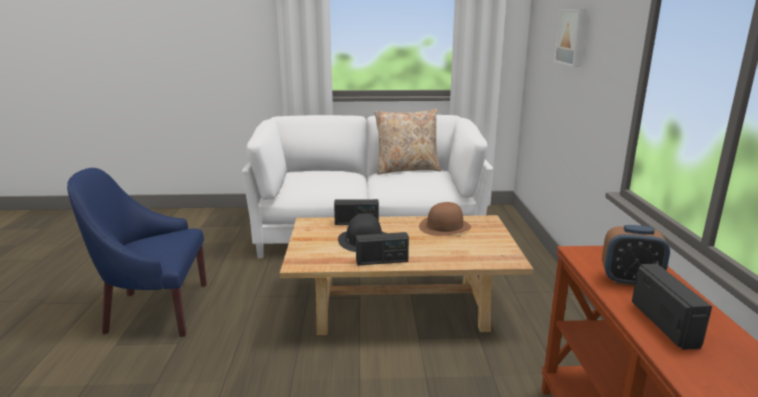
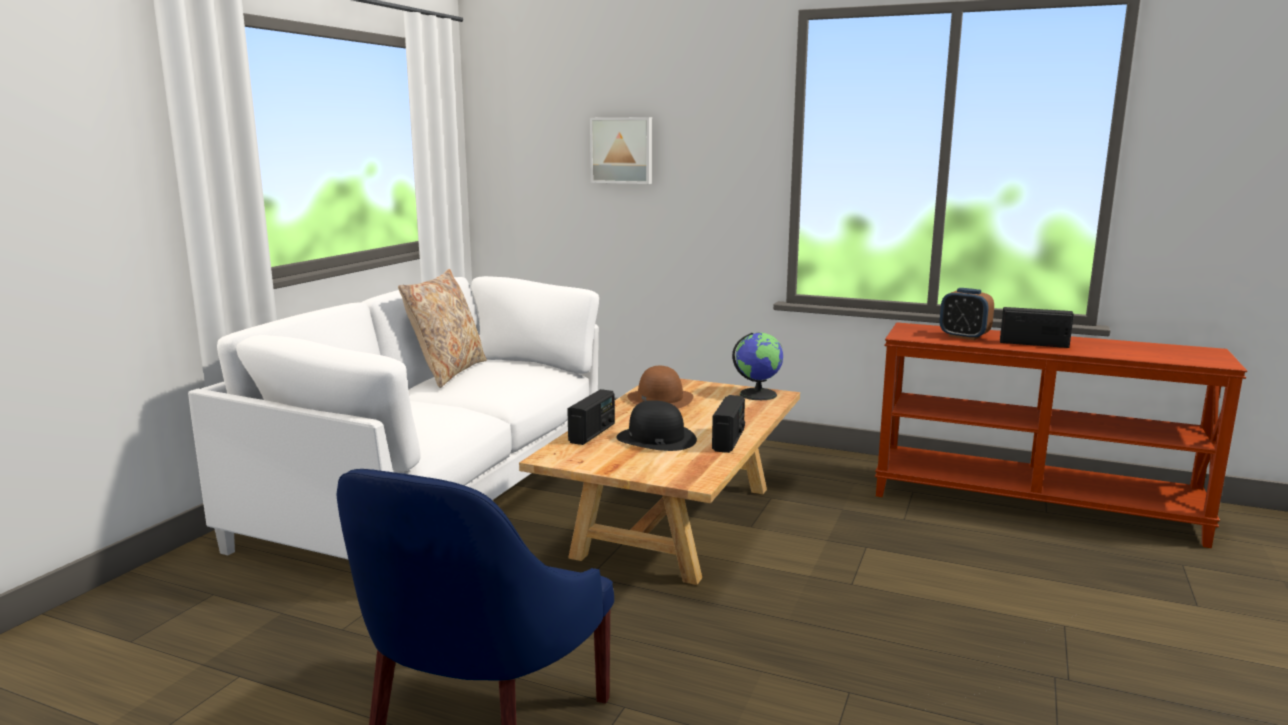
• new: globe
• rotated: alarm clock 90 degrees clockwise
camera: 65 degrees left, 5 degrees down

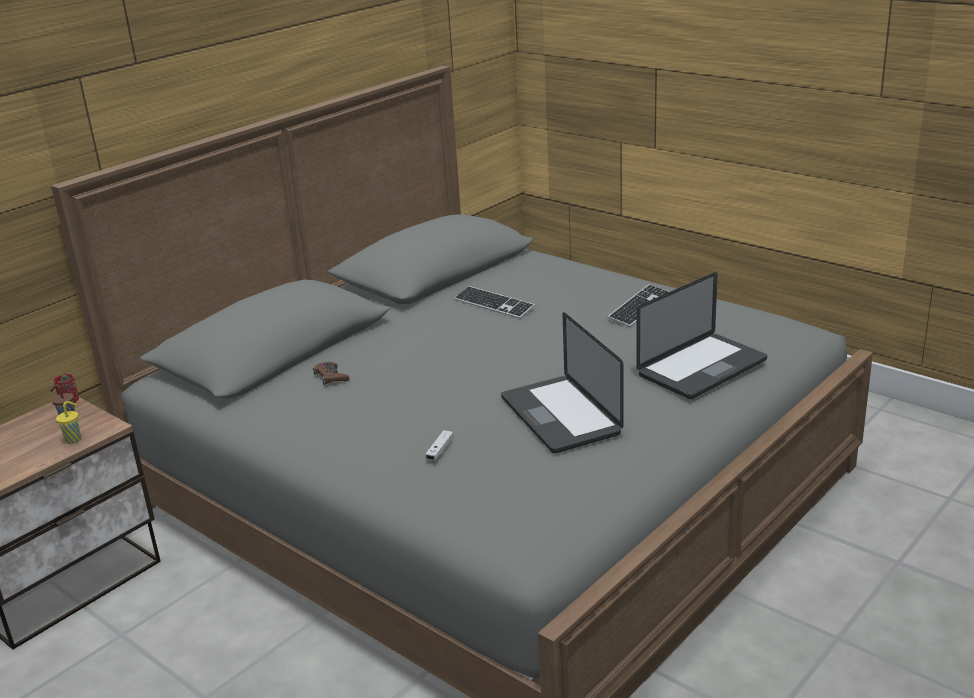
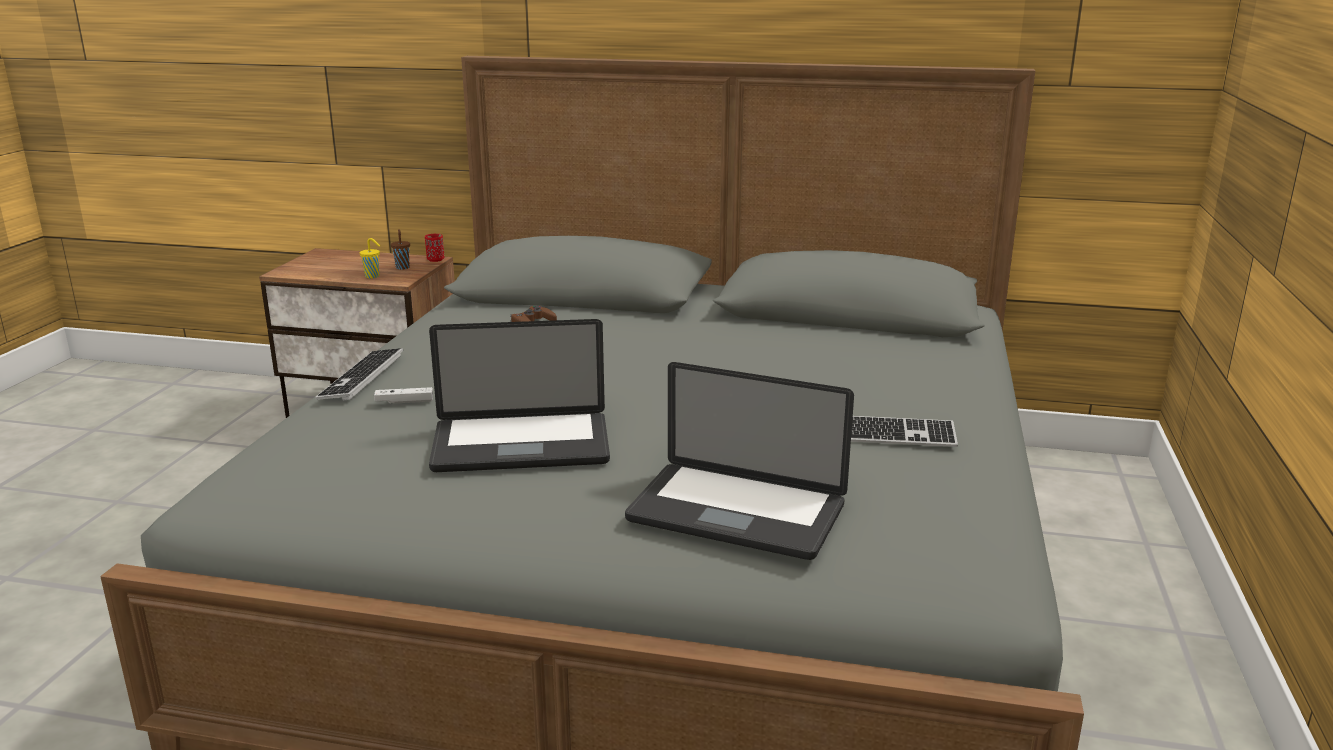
• shifted: keyboard (no. 1 from left)
• rotated: laptop (no. 1 from left) 135 degrees counterclockwise
camera: 60 degrees right, 5 degrees down

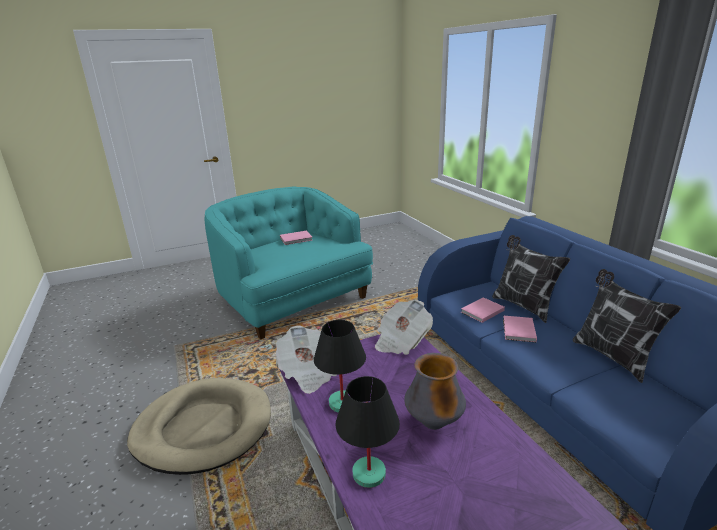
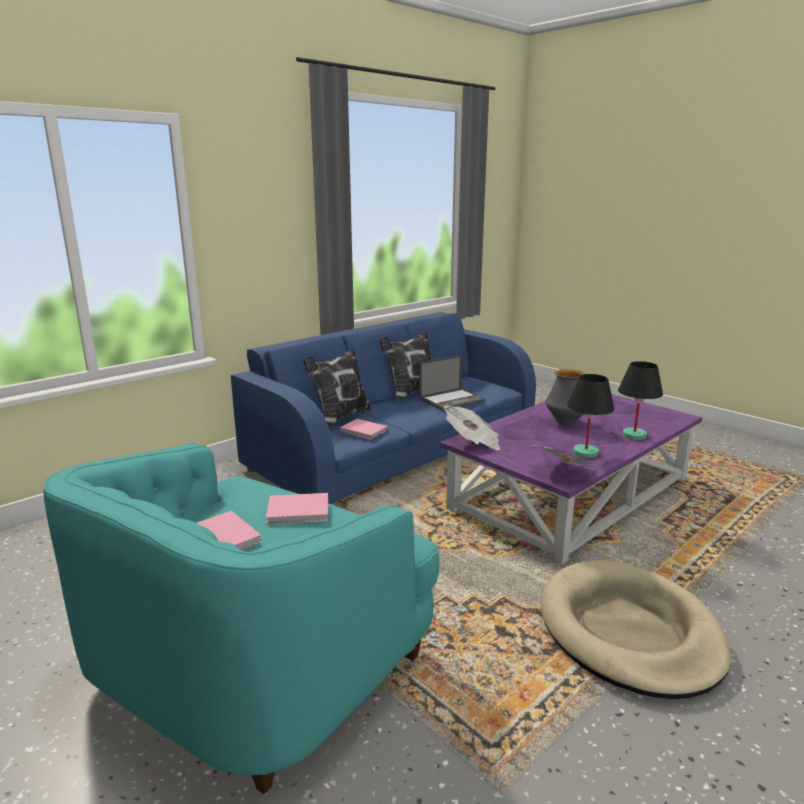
• new: laptop
• shifted: pink book (no. 3 from left in the first image) to pink book (no. 2 from left)
camera: 110 degrees left, 5 degrees down

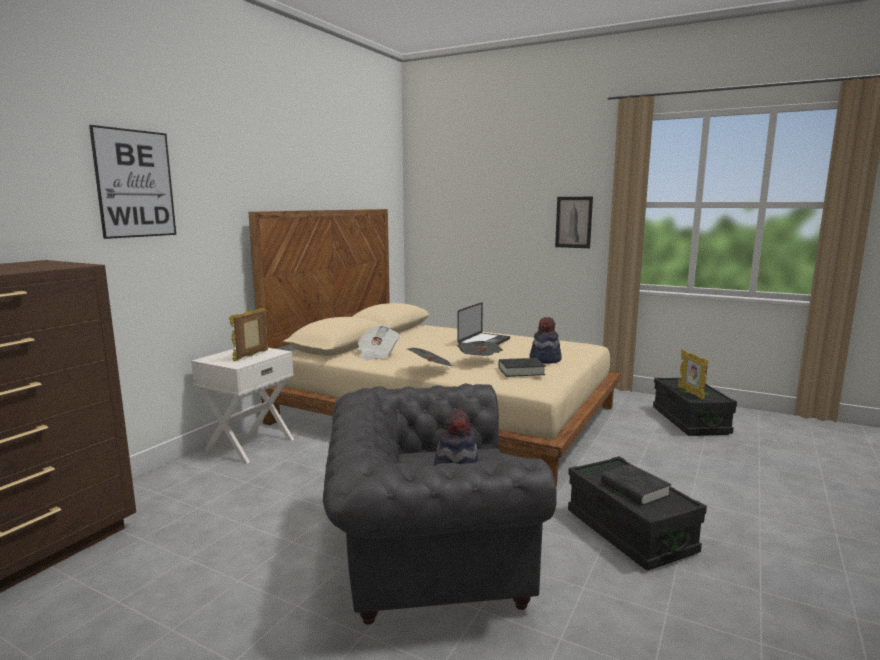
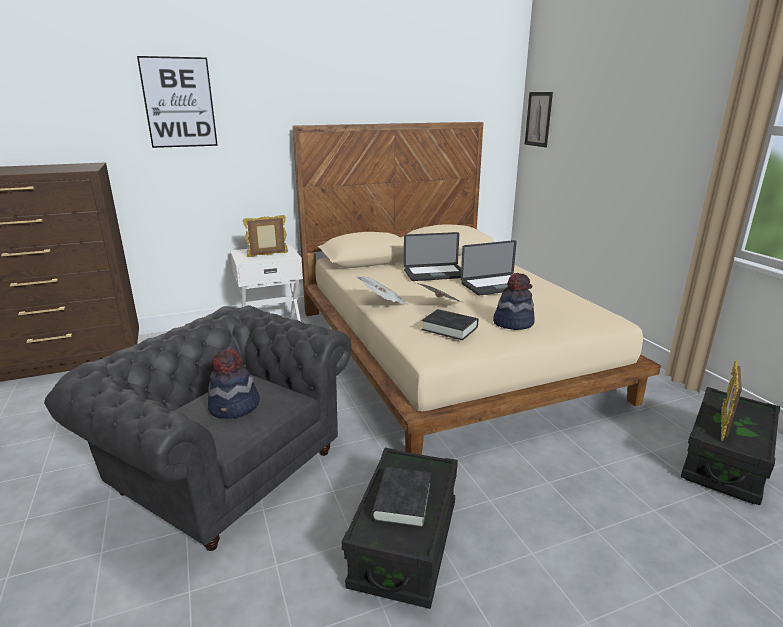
• gone: newspaper (no. 1 from left)
• new: laptop (no. 1 from left)
• shifted: picture (no. 2 from left)
camera: 40 degrees right, 10 degrees up

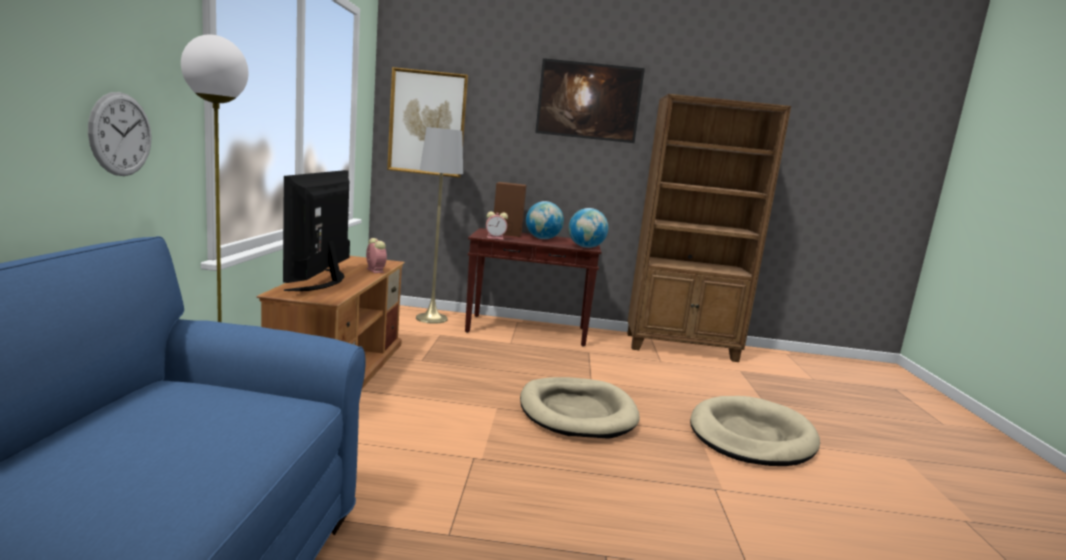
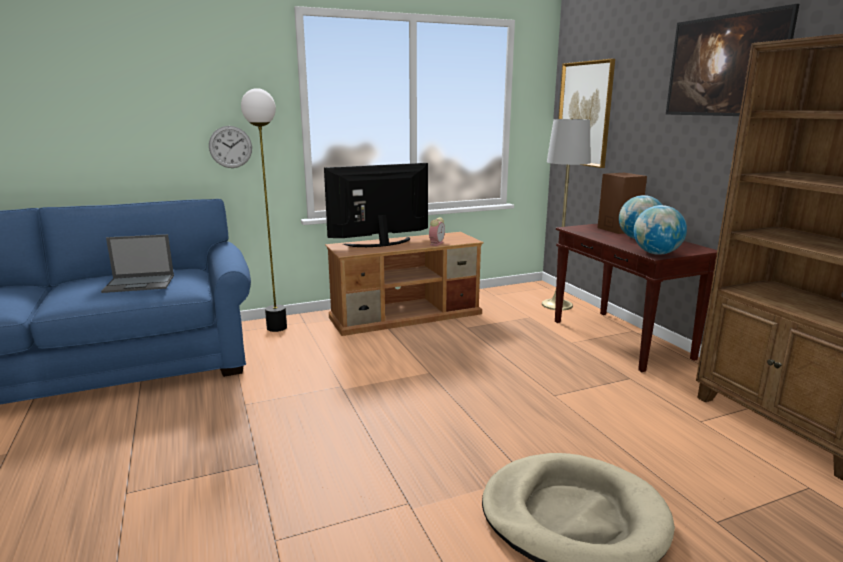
• gone: alarm clock (no. 2 from left)
• gone: beige dog bed (no. 1 from left)
• new: laptop
camera: 65 degrees right, 5 degrees up

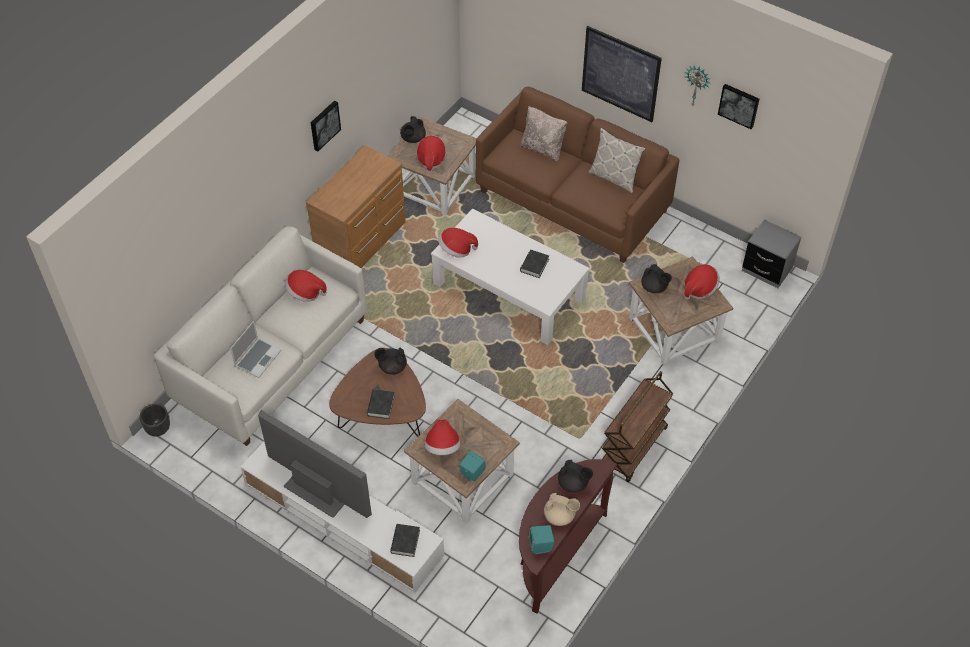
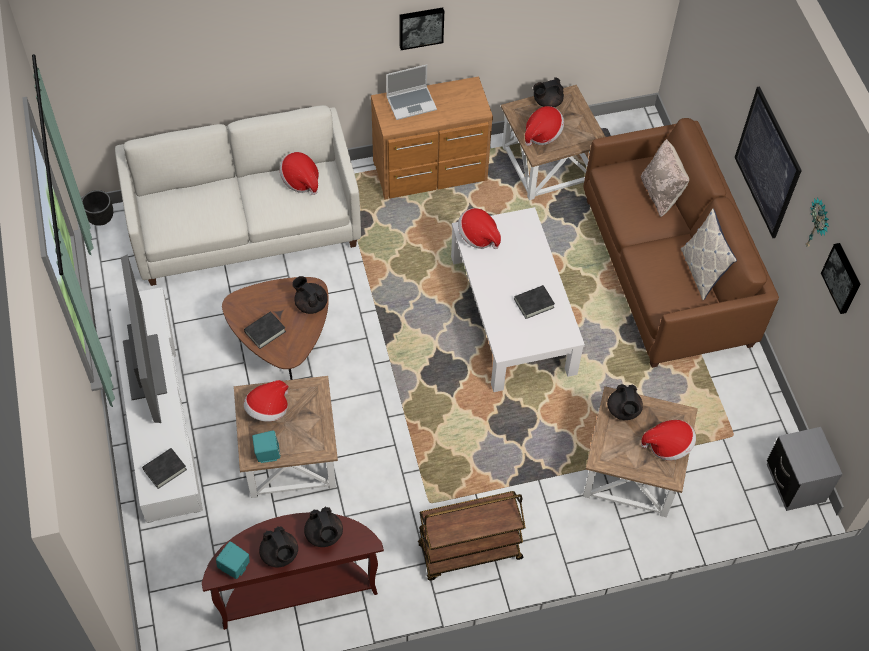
• shifted: laptop
• repainted: beige teapot to black teapot (no. 1 from left)
camera: 40 degrees right, 5 degrees up

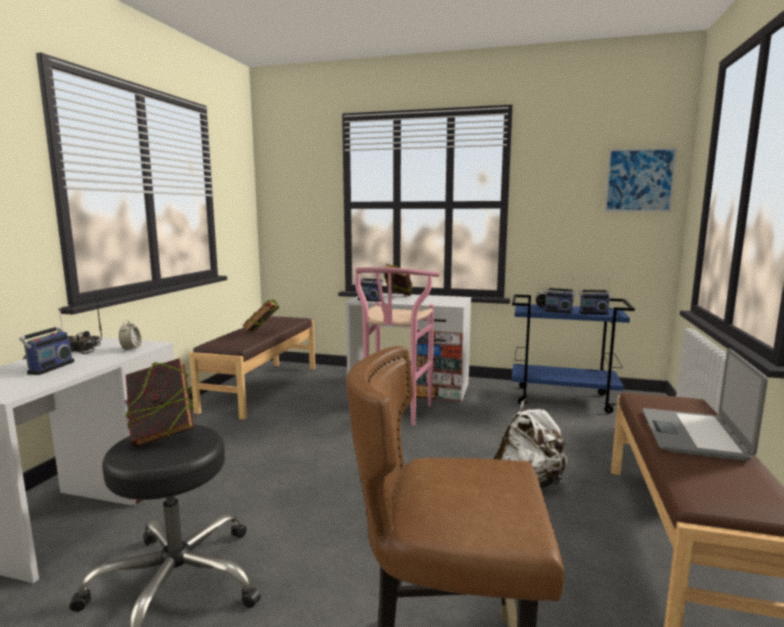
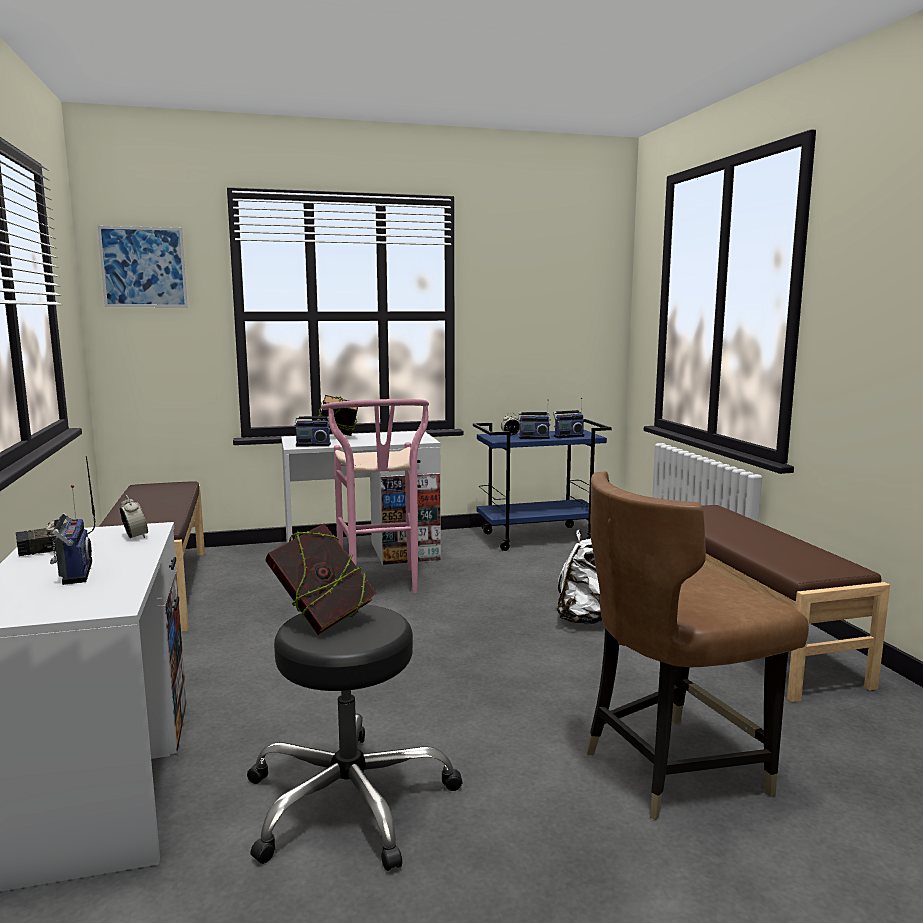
• gone: book (no. 2 from left)
• gone: laptop
• shifted: picture
camera: 30 degrees left, 0 degrees up

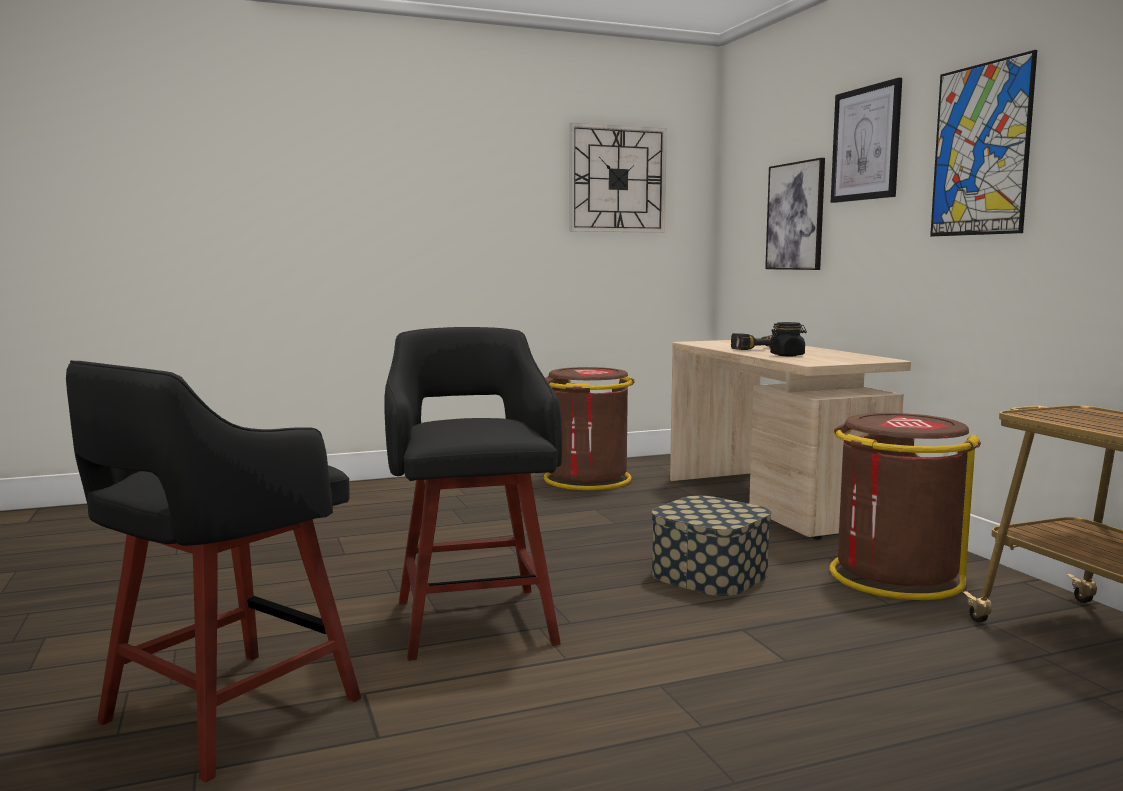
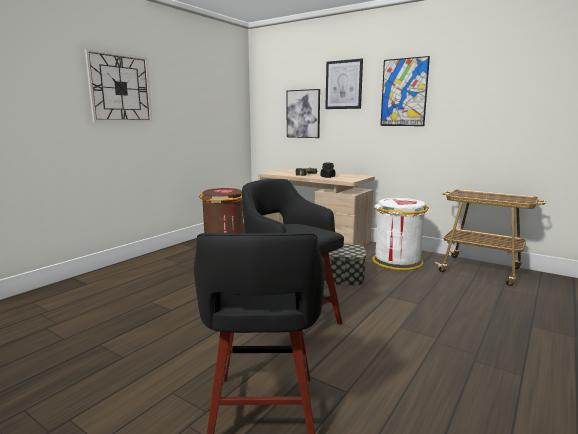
• shifted: wall clock
• repainted: brown trash can (no. 2 from left) to white trash can
camera: 35 degrees left, 5 degrees up

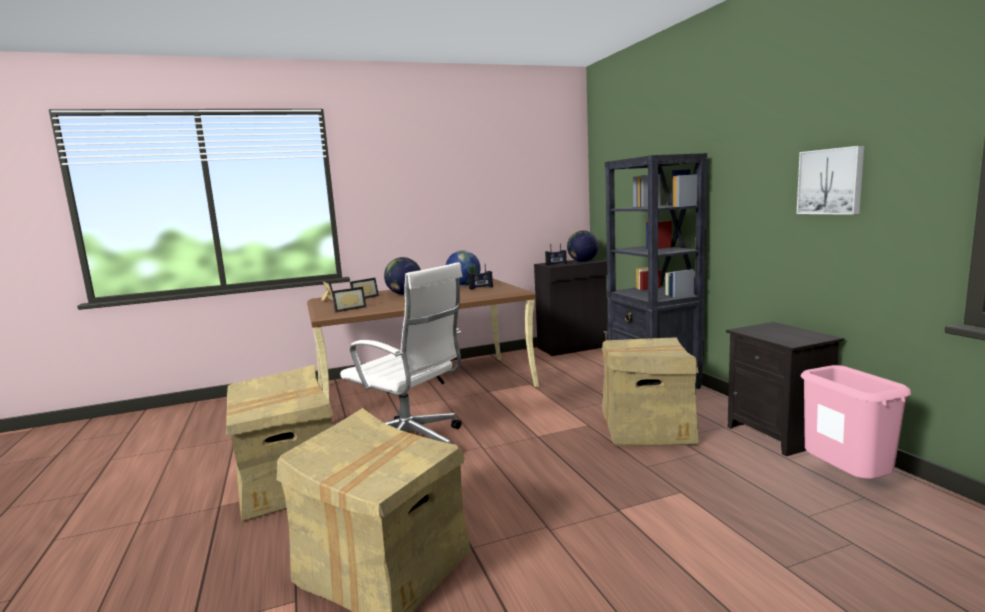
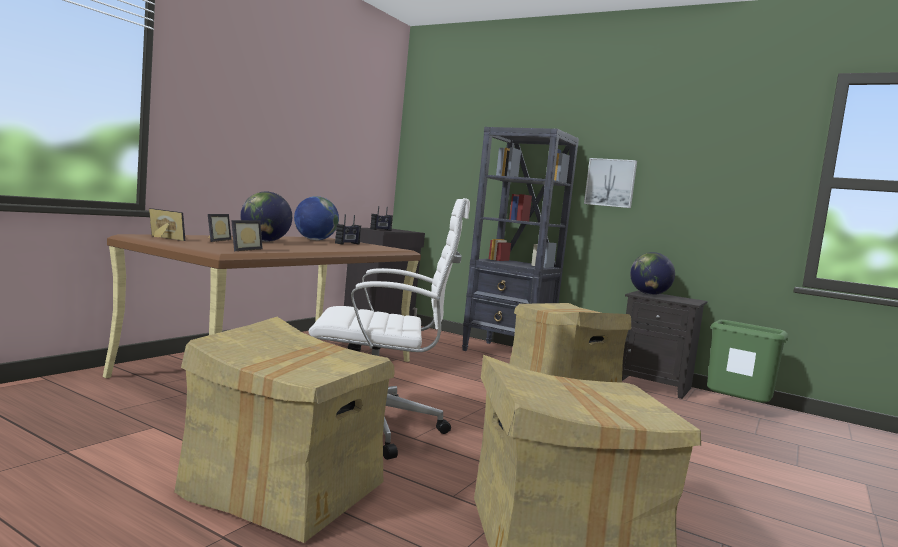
• shifted: globe (no. 3 from left)
• shifted: picture
• repainted: pink trash can to green trash can
camera: 40 degrees left, 5 degrees down

